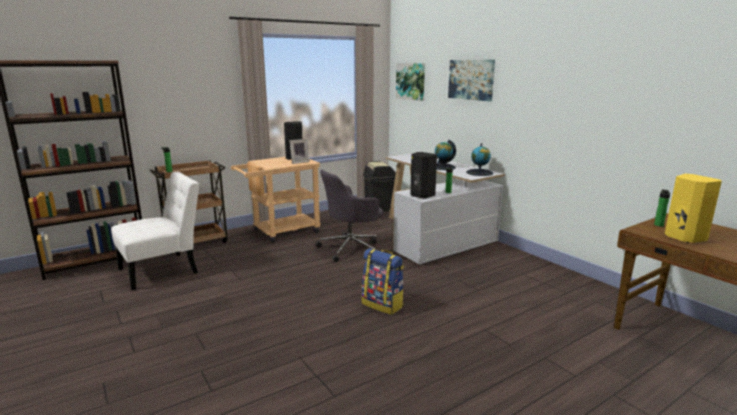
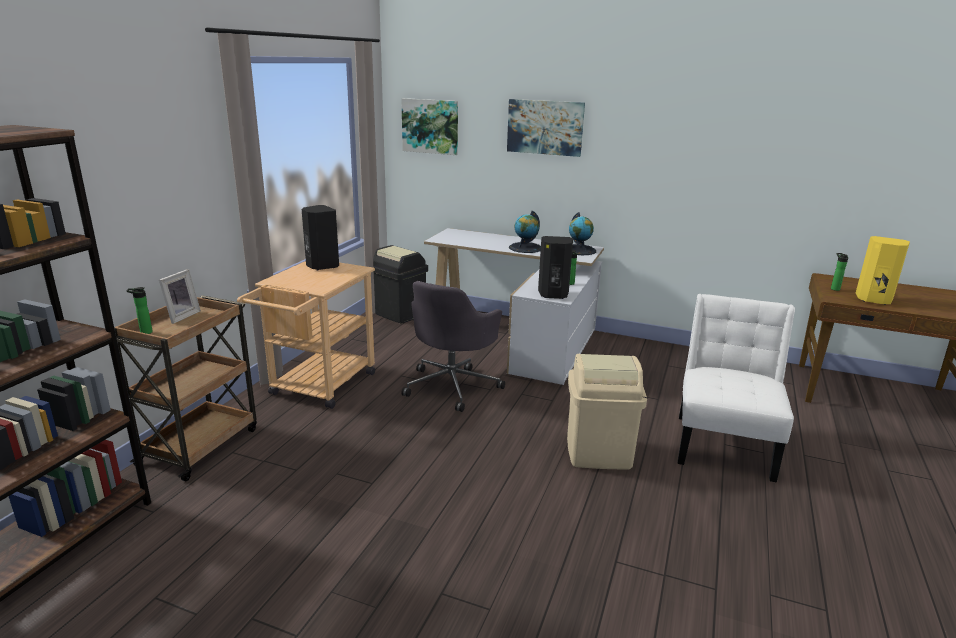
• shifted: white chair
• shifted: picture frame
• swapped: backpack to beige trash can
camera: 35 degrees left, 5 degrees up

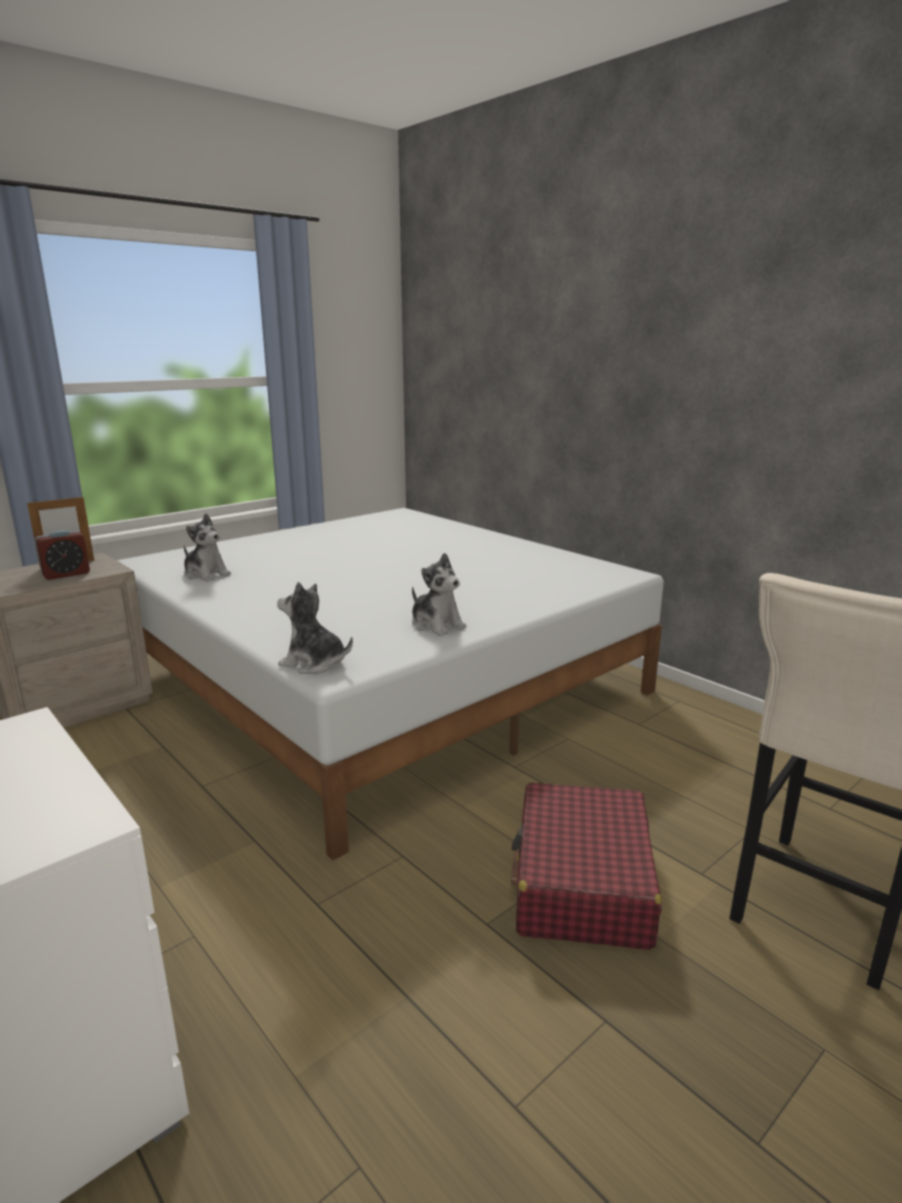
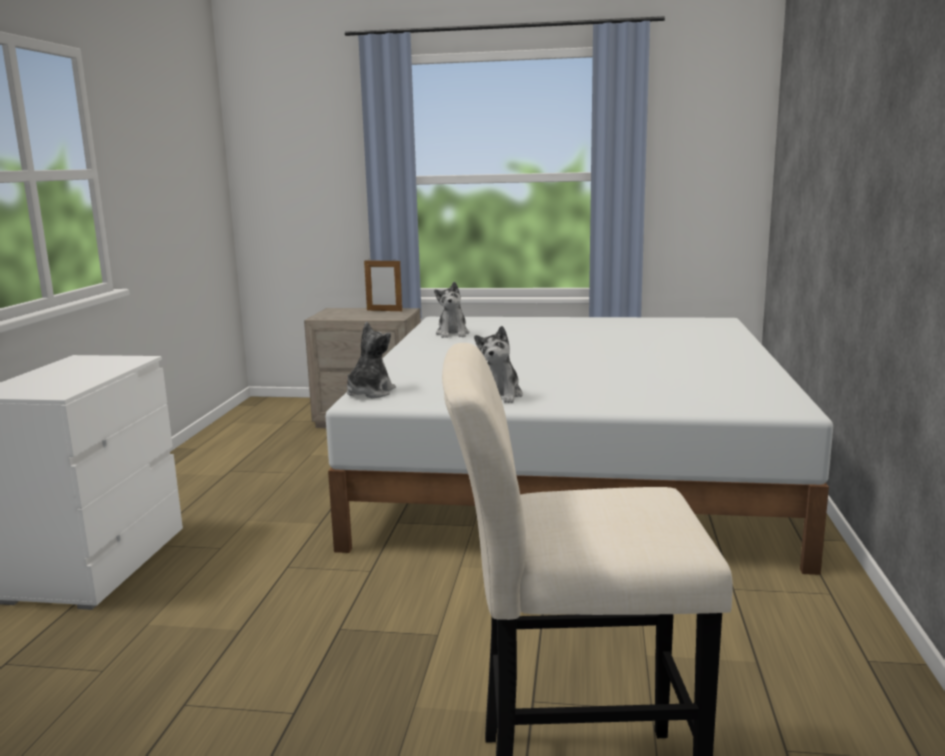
• gone: alarm clock
• gone: red suitcase
• rotated: plush toy (no. 2 from left in the first image) 45 degrees clockwise
camera: 50 degrees right, 5 degrees down

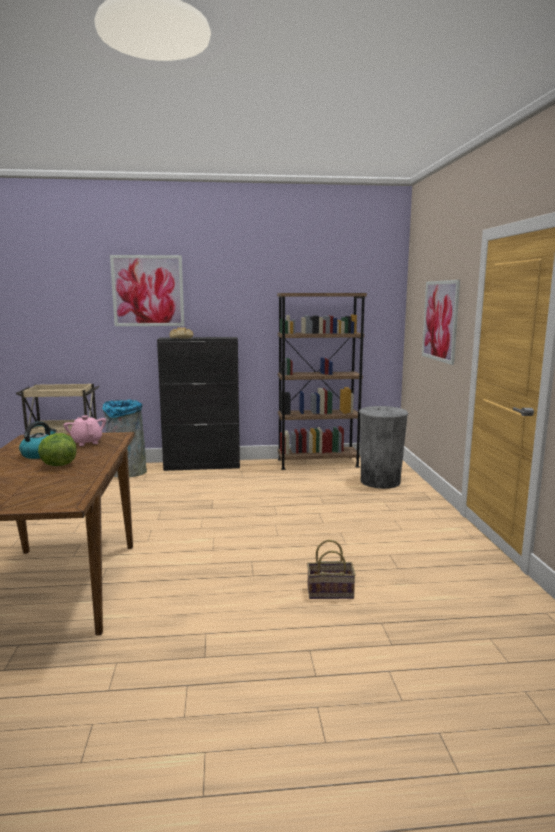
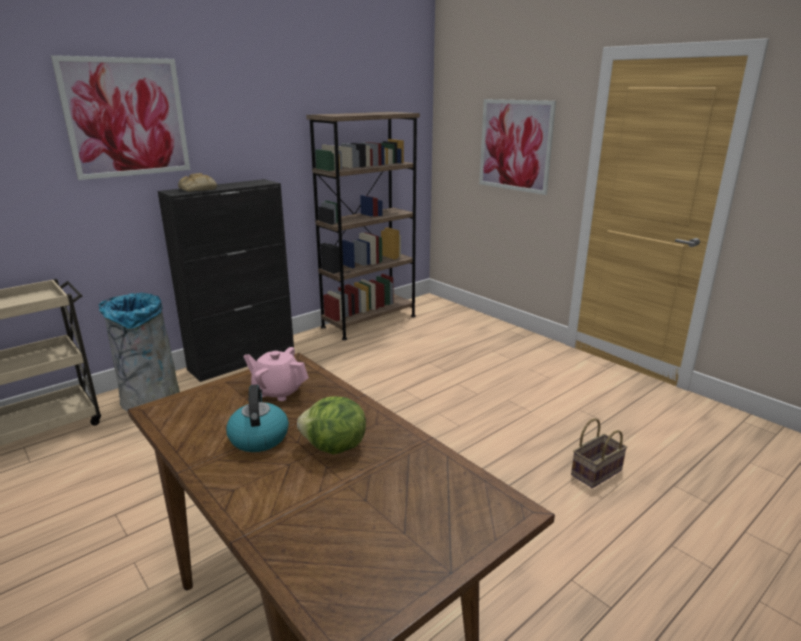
• gone: grey trash can (no. 2 from left)
camera: 35 degrees left, 10 degrees up

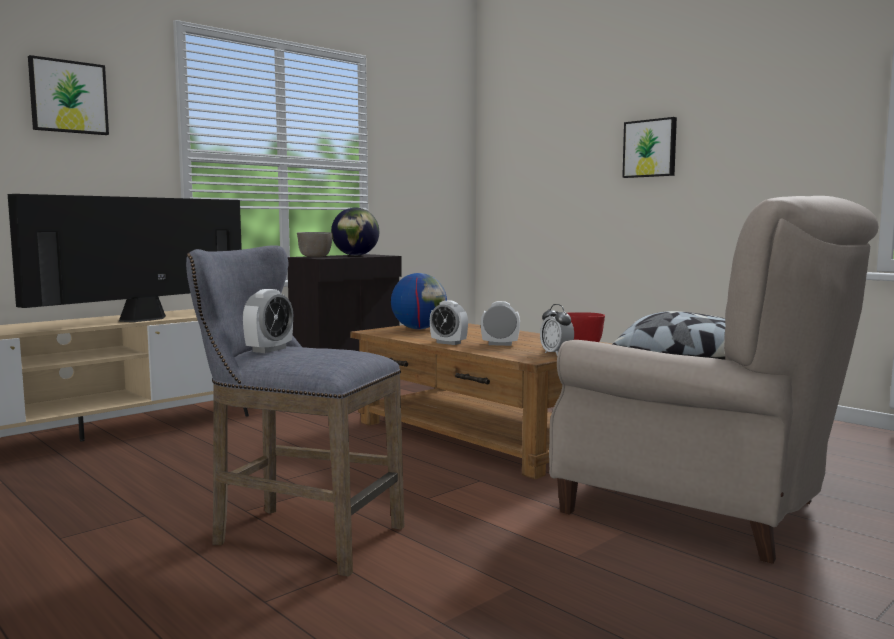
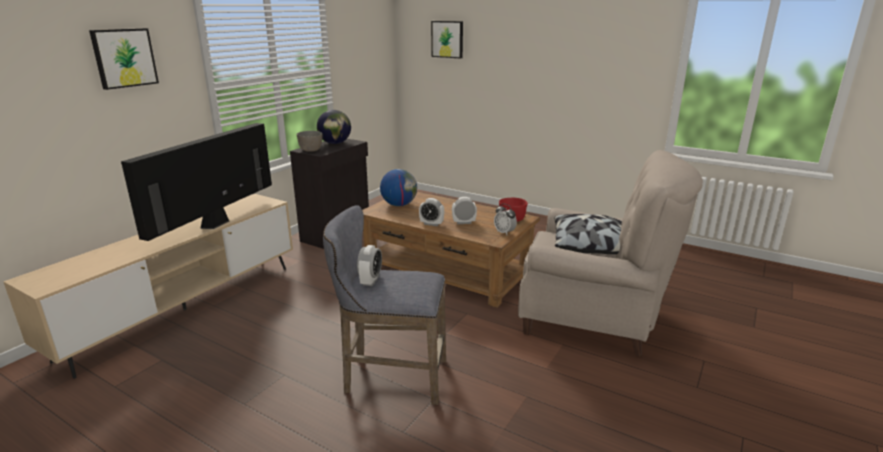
• shifted: picture (no. 2 from left)
camera: 15 degrees left, 15 degrees up

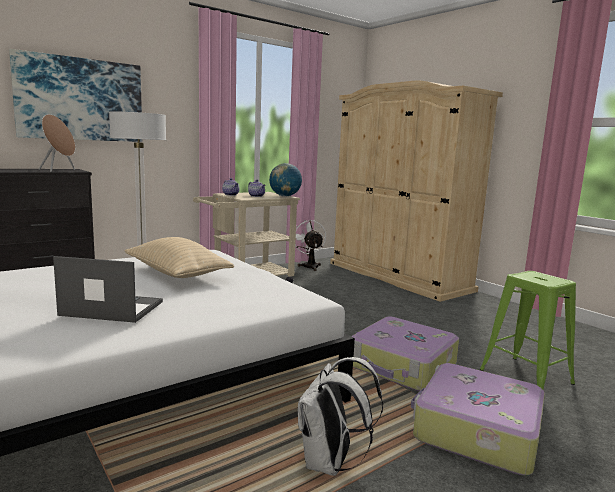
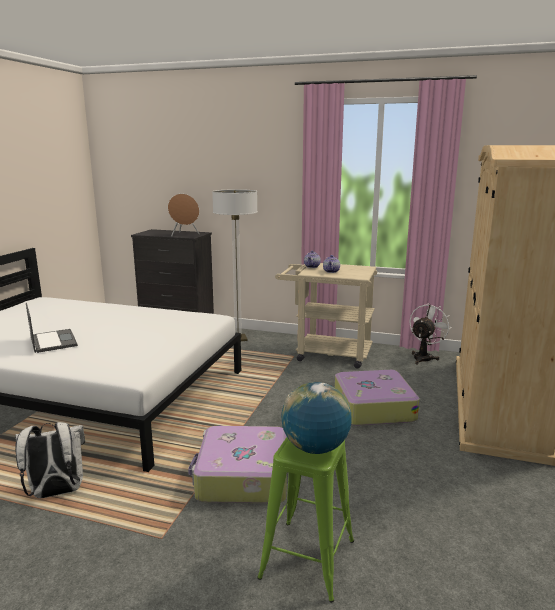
• gone: picture
• gone: beige pillow
• shifted: globe
• shifted: suitcase (no. 2 from left)
camera: 55 degrees right, 5 degrees up

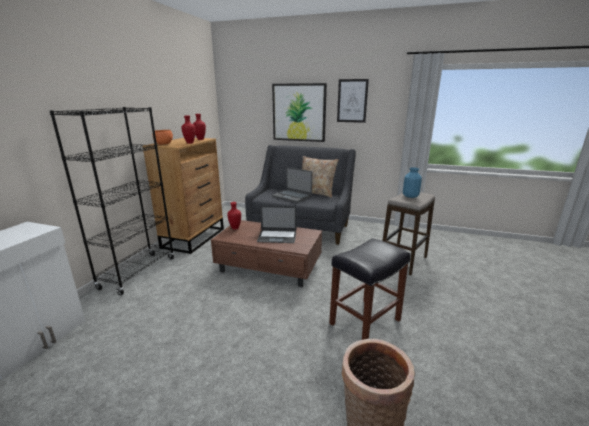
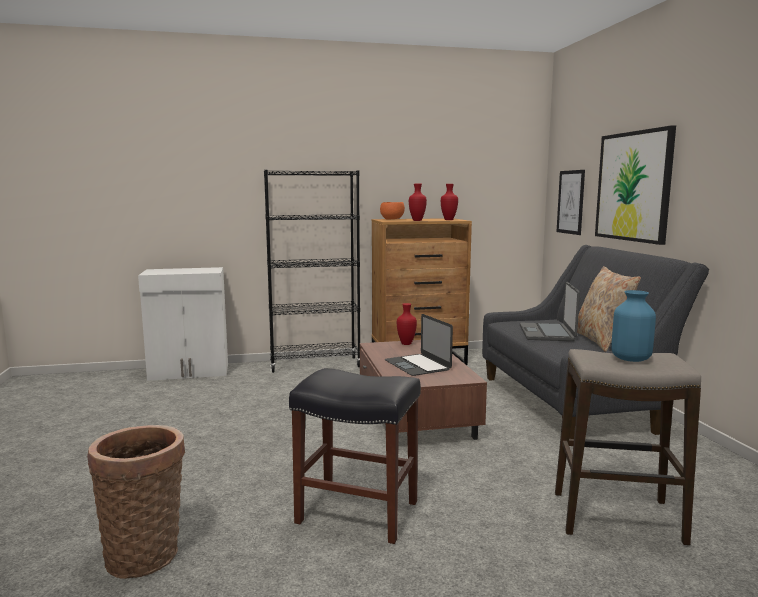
• shifted: picture (no. 2 from left in the first image) to picture (no. 1 from left)
camera: 60 degrees right, 10 degrees down

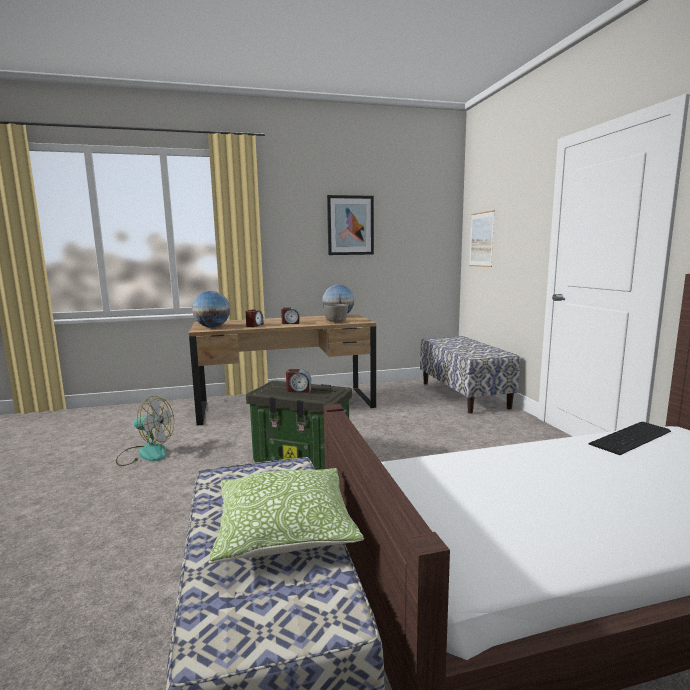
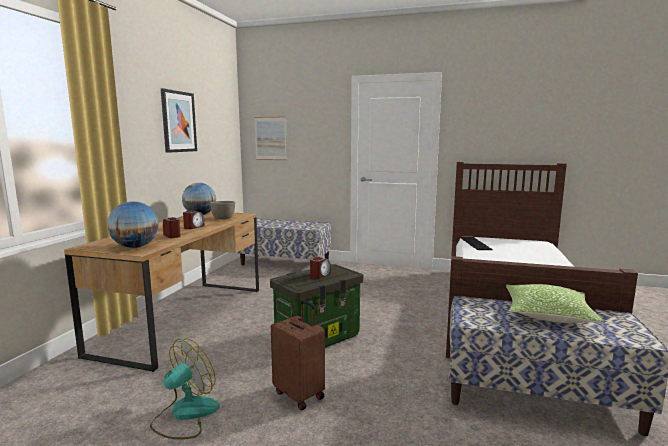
• new: brown suitcase
camera: 60 degrees left, 0 degrees up

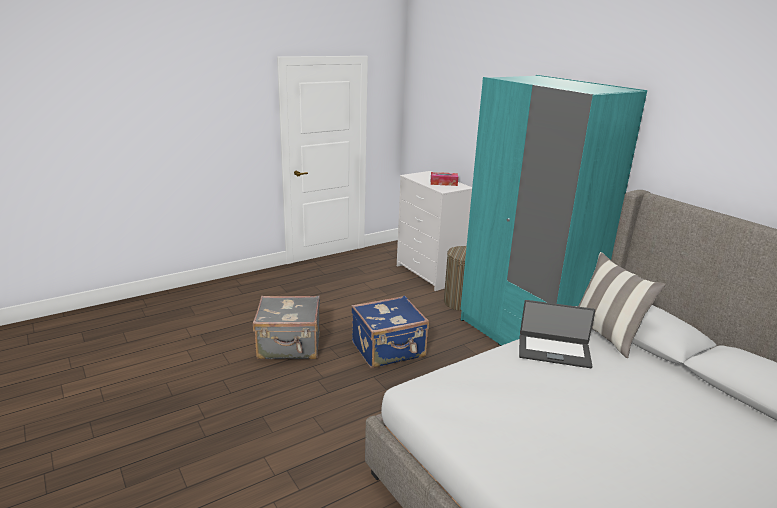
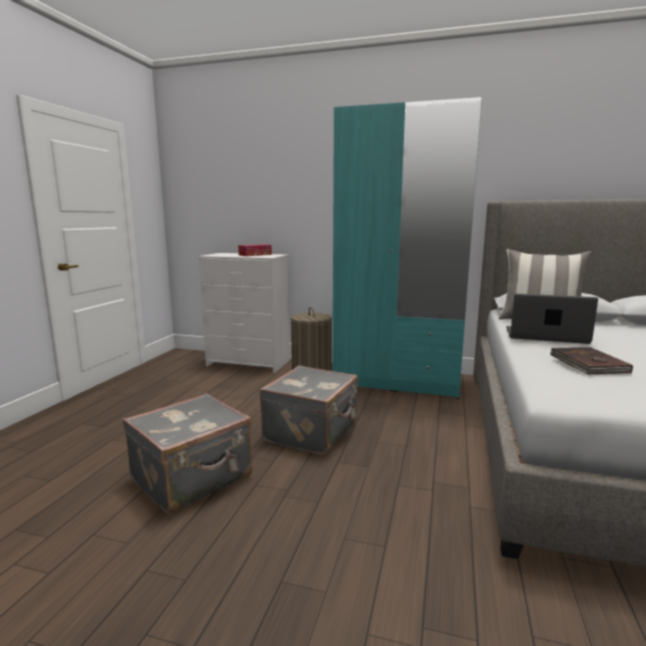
• new: brown book
• repainted: blue suitcase to grey suitcase (no. 2 from left)
• rotated: laptop 135 degrees counterclockwise
camera: 40 degrees left, 10 degrees down

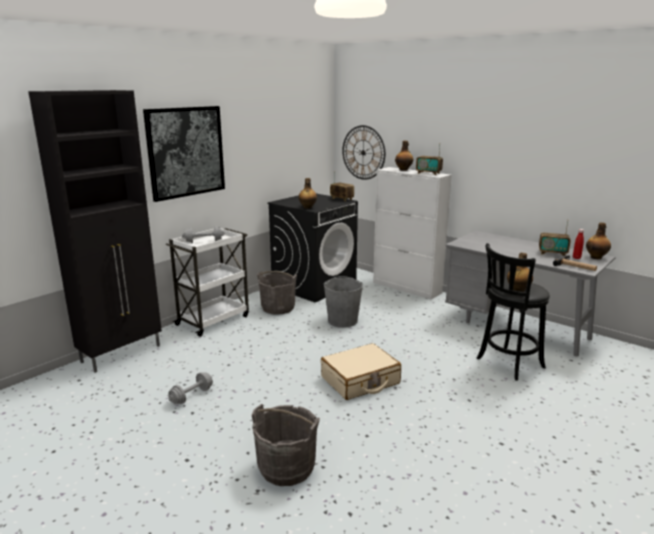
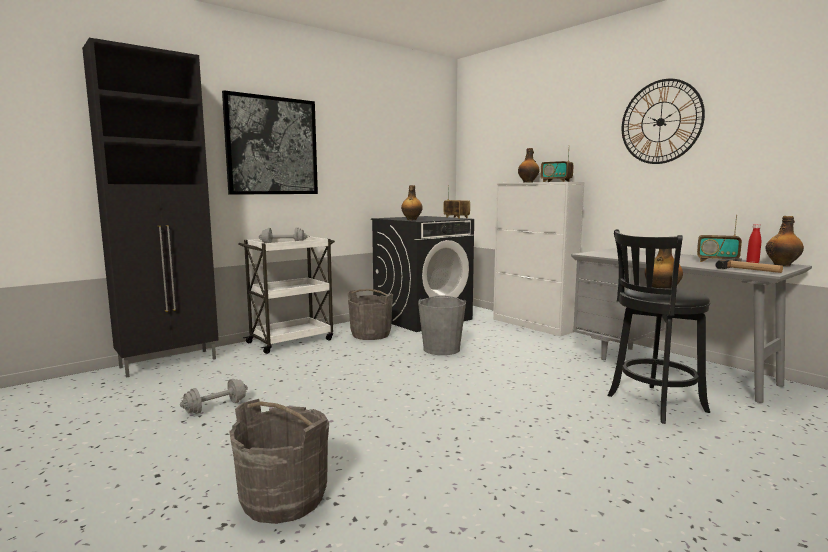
• gone: beige suitcase
• shifted: wall clock
camera: 10 degrees right, 10 degrees down

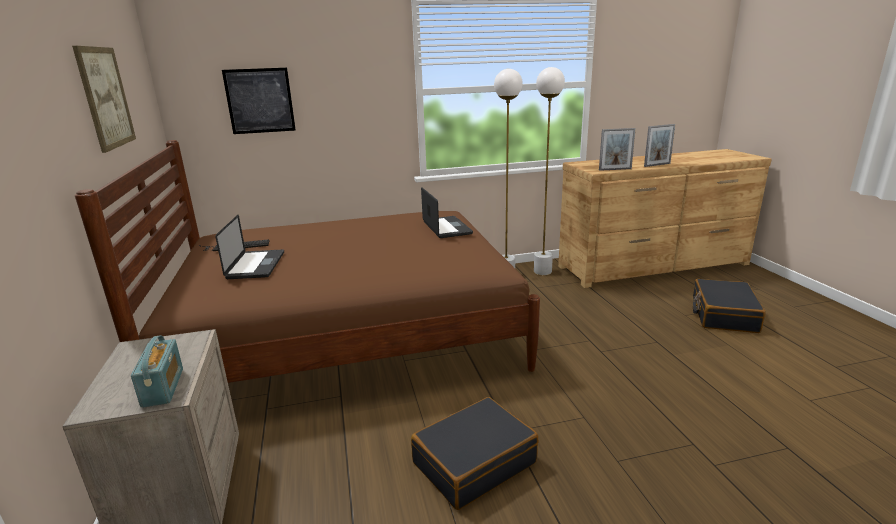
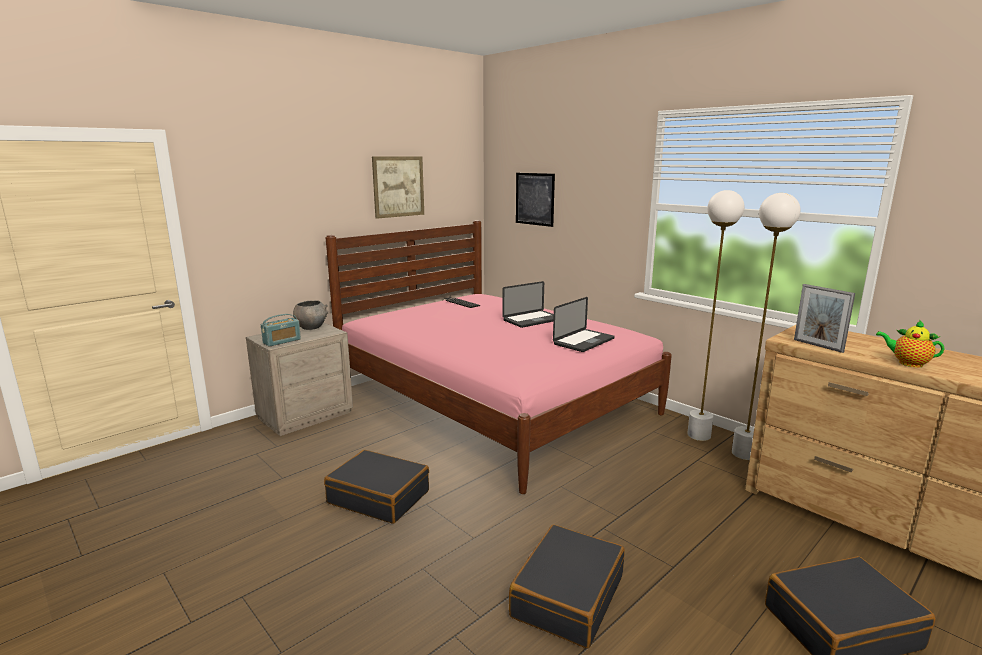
• new: grey bowl
• new: black suitcase (no. 2 from left)
• shifted: laptop (no. 1 from left)
• swapped: picture frame (no. 2 from left) to teapot
• repainted: brown bed to pink bed
camera: 60 degrees right, 5 degrees down

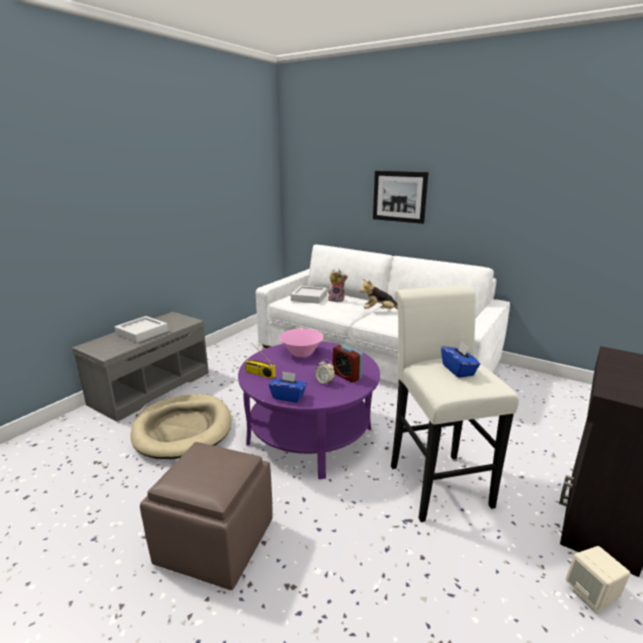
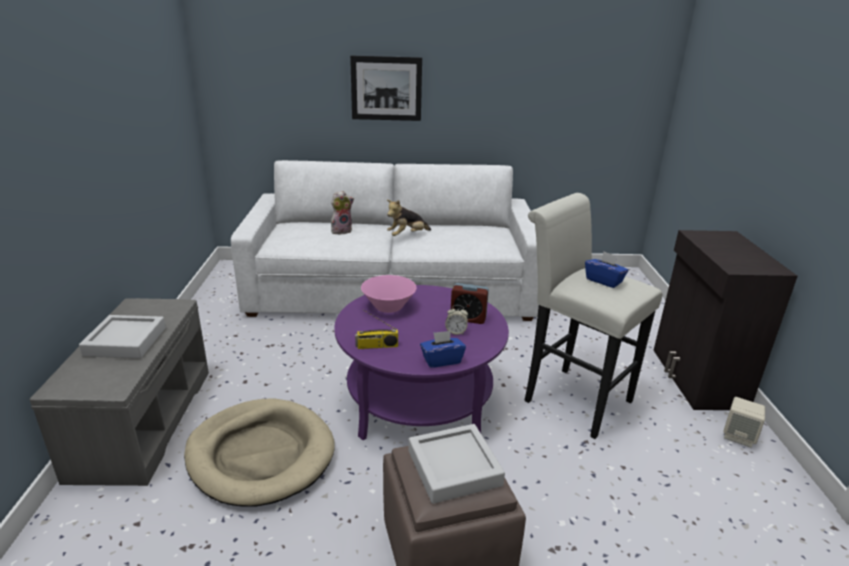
• shifted: grey tray (no. 2 from left)
camera: 35 degrees left, 5 degrees up

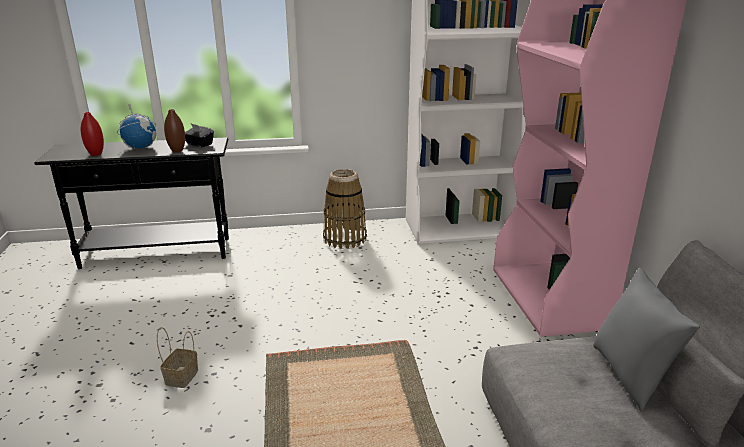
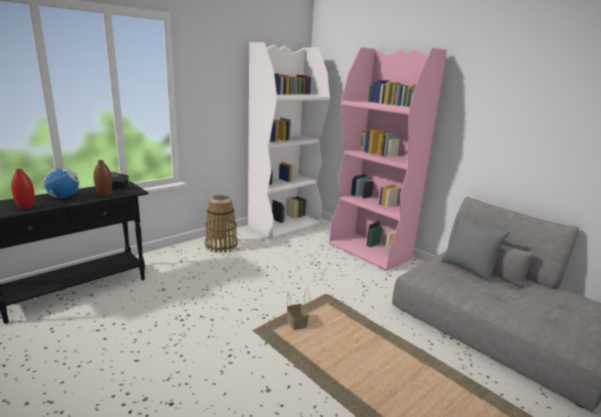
• shifted: basket (no. 1 from left in the first image) to basket (no. 2 from left)
camera: 35 degrees left, 5 degrees down

